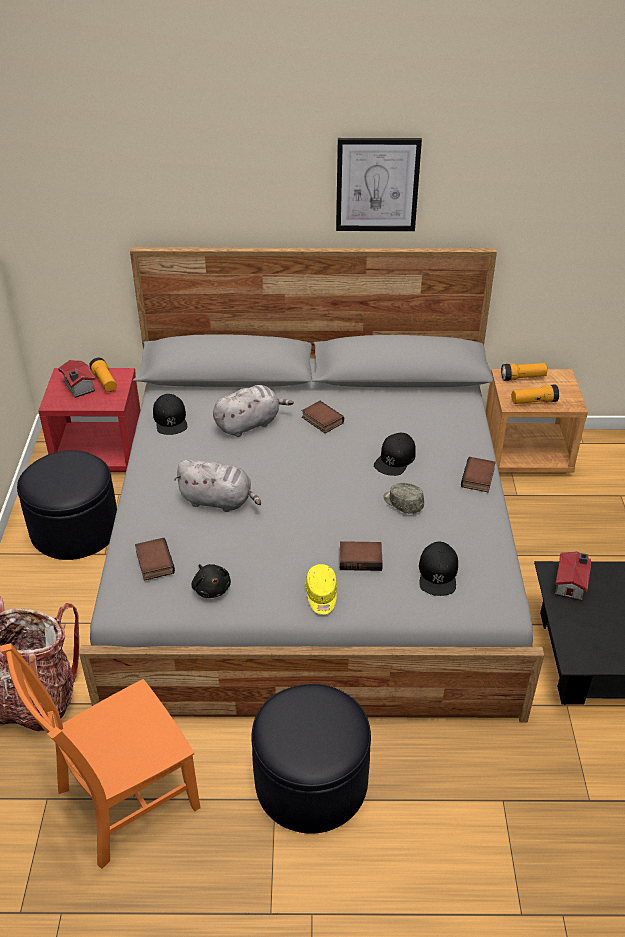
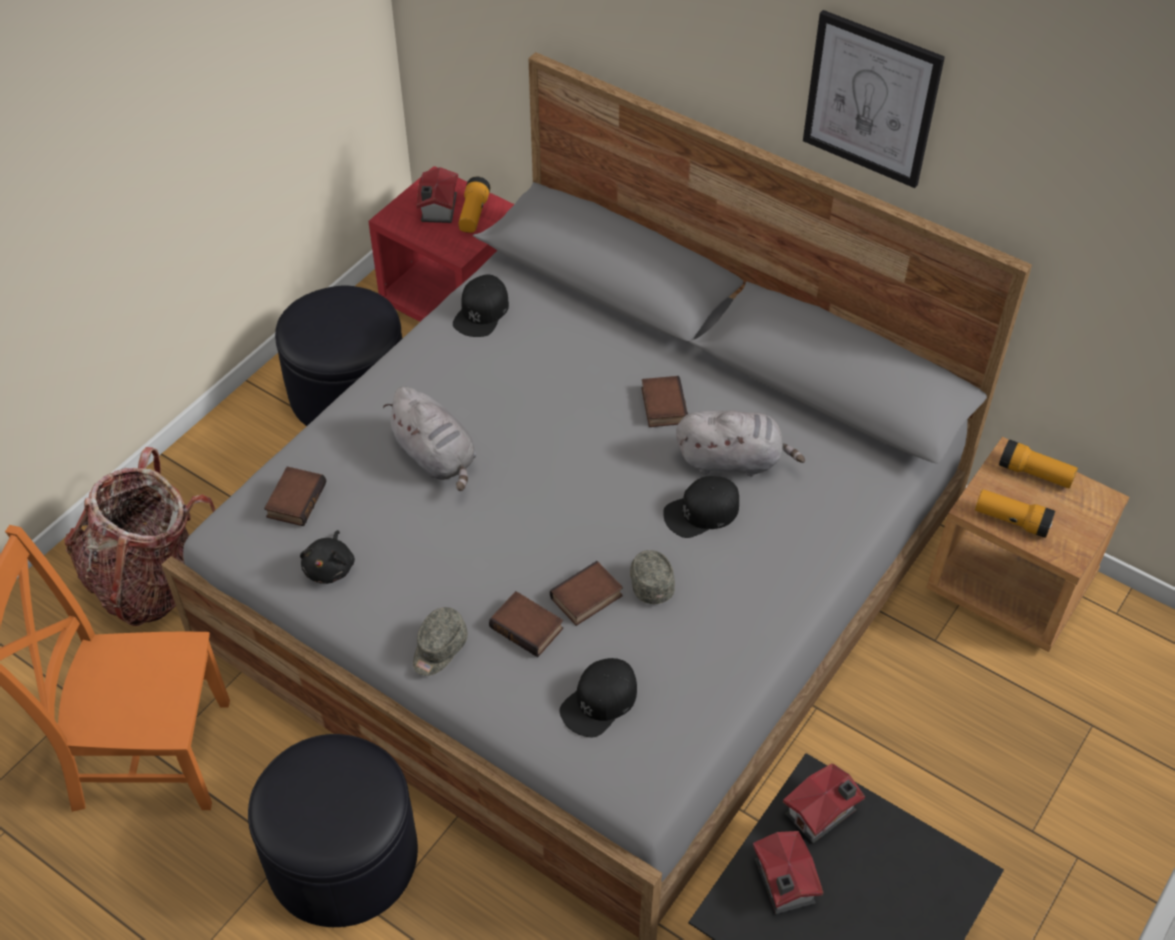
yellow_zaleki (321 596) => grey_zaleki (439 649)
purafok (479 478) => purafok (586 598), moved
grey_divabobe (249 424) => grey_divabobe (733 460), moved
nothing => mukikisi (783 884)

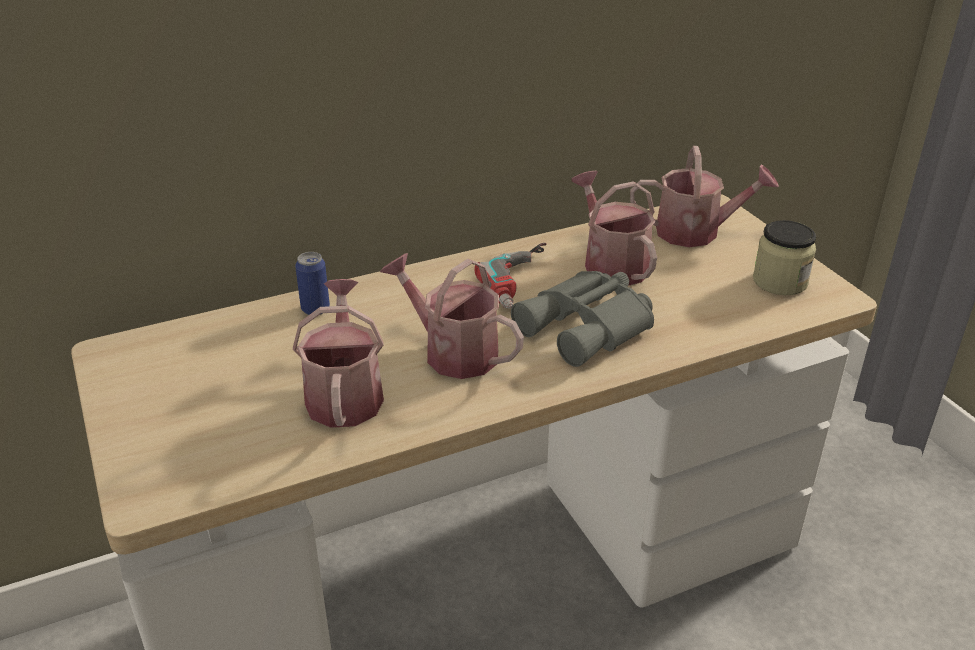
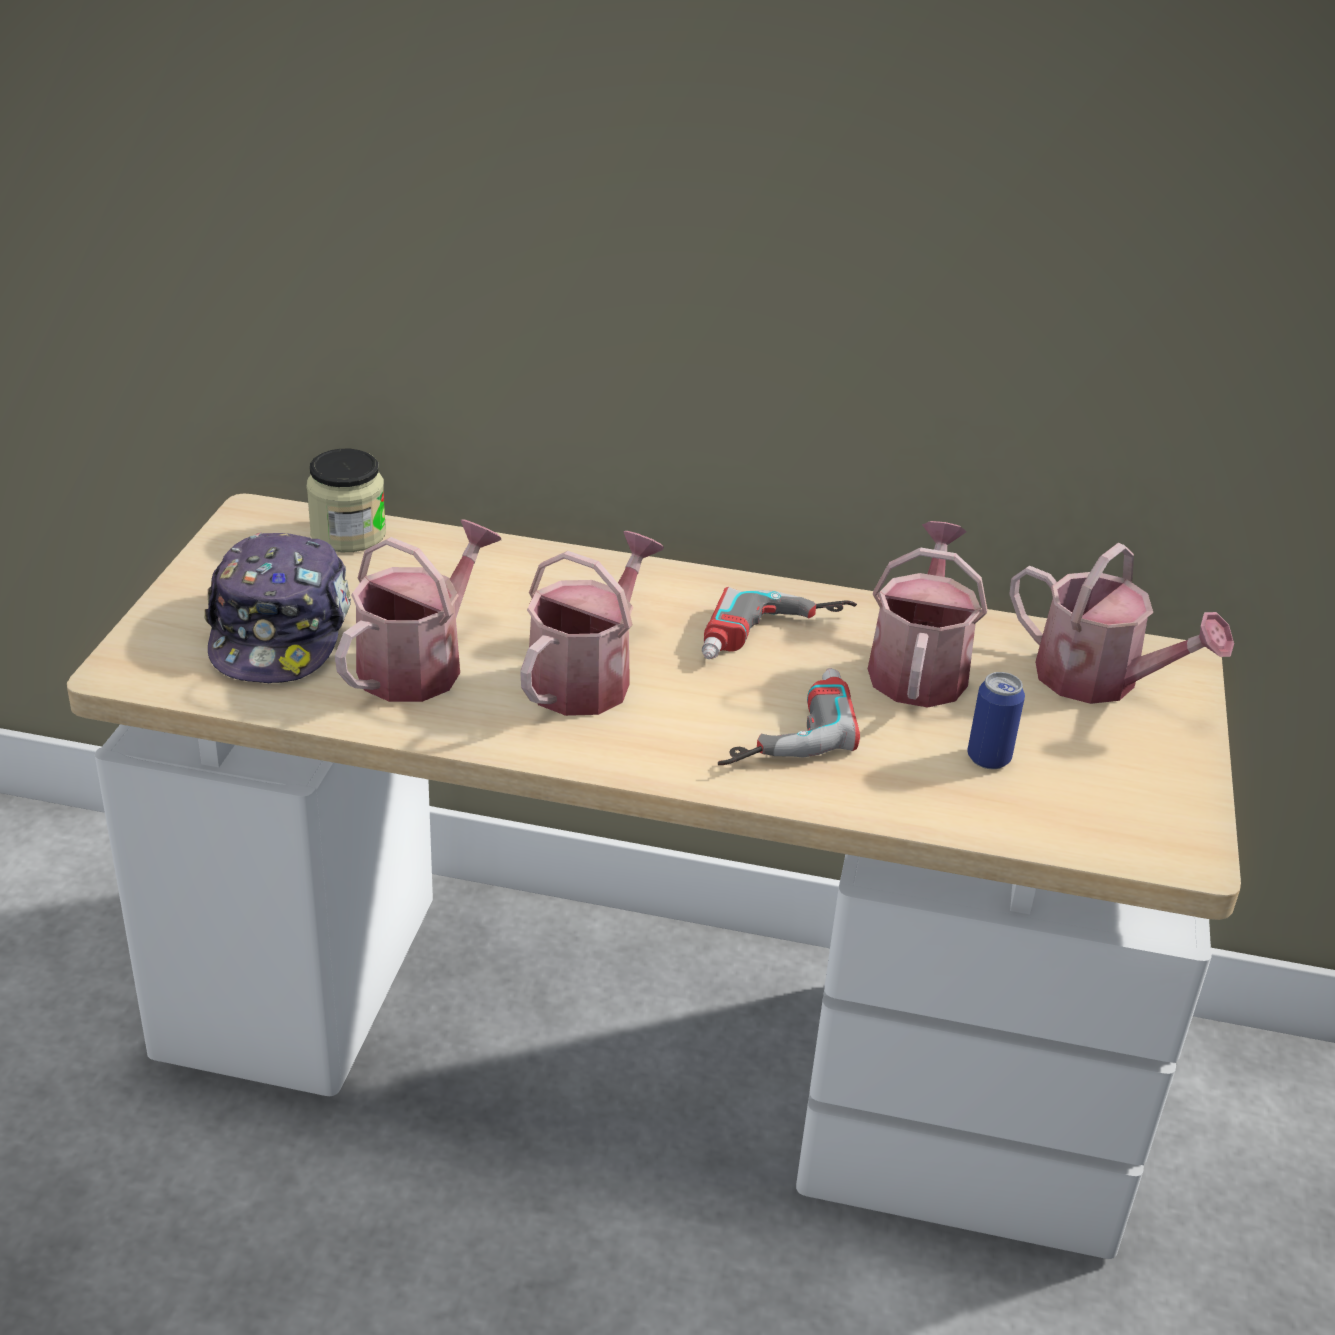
nothing => zaleki (280 632)
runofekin (780 281) => runofekin (348 534), moved
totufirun (453 351) => totufirun (587 677), 45 degrees clockwise
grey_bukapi (589 327) => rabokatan (781 727)
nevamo (315 309) => nevamo (988 758), moved

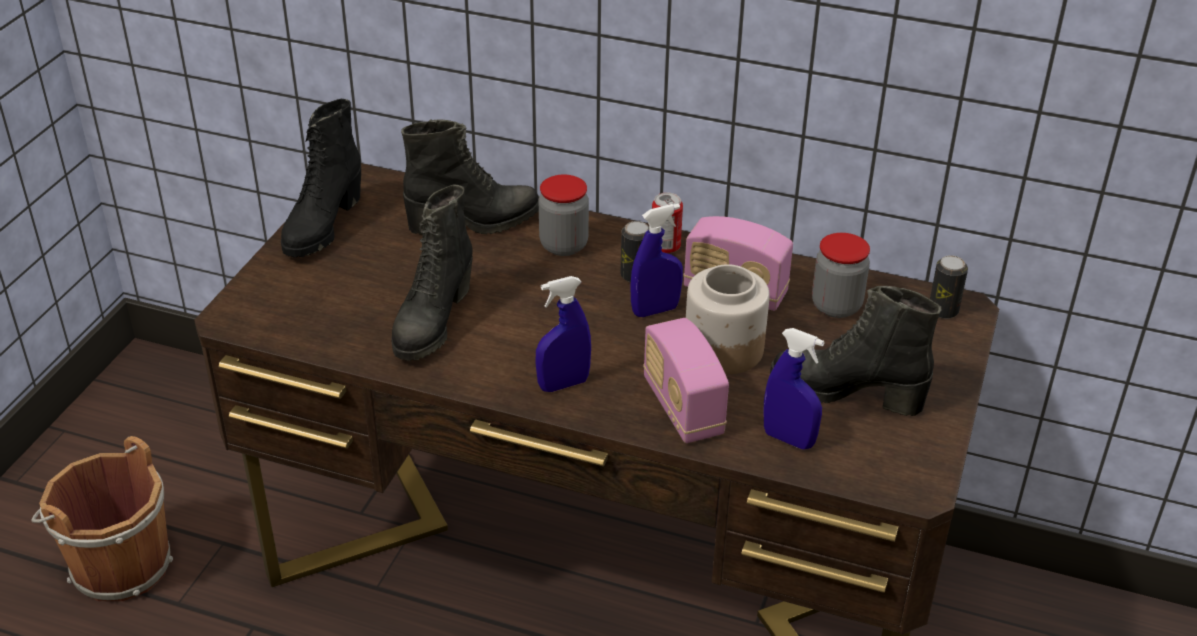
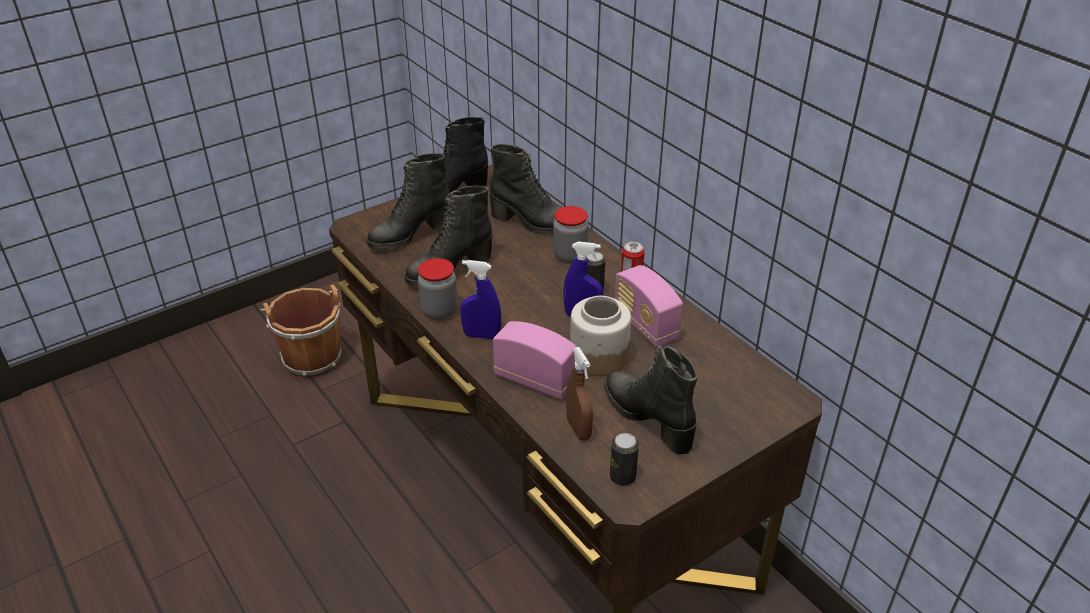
nothing => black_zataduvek (409 235)
runofekin (836 306) => runofekin (439 311), moved
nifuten (682 408) => nifuten (535 380), 105 degrees clockwise
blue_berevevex (788 439) => brown_berevevex (578 429)
nevamo (943 311) => nevamo (622 477), moved

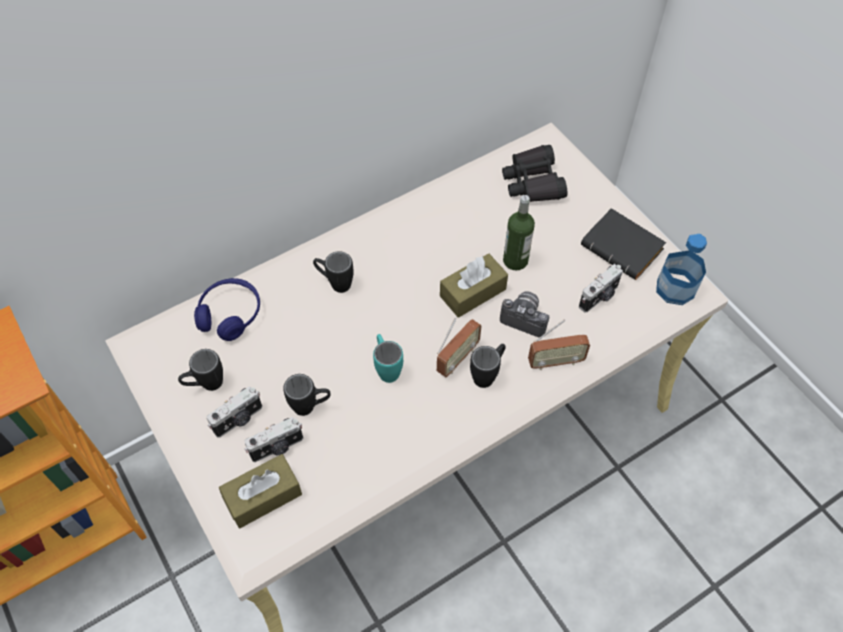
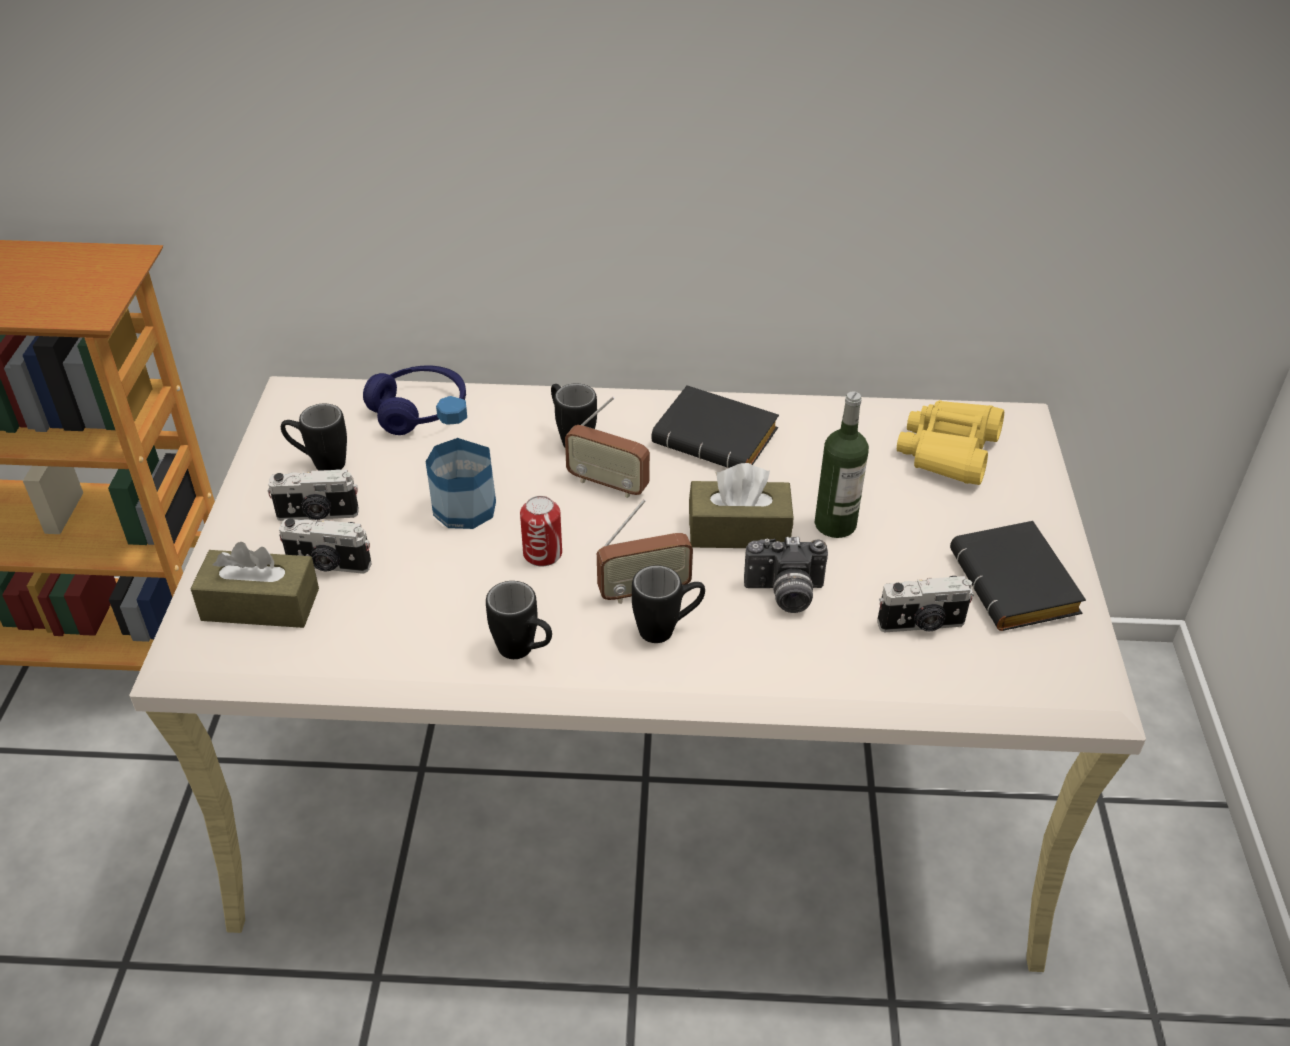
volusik (675 288) => volusik (464 508), moved
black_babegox (310 406) => black_babegox (524 652), moved
turquoise_babegox (386 368) => nevamo (542 554)
nifuten (555 362) => nifuten (608 484), moved
nothing => black_purafok (719 438)
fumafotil (525 318) => fumafotil (784 594), 120 degrees clockwise
black_bukapi (533 182) => yellow_bukapi (948 451)

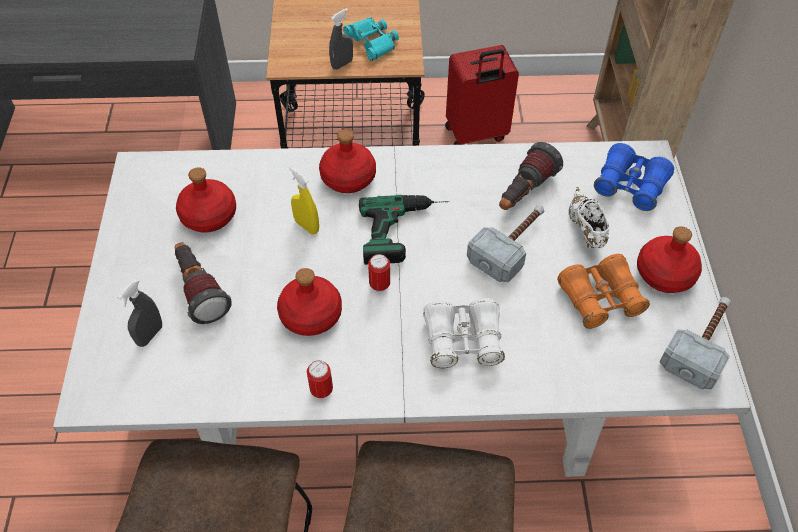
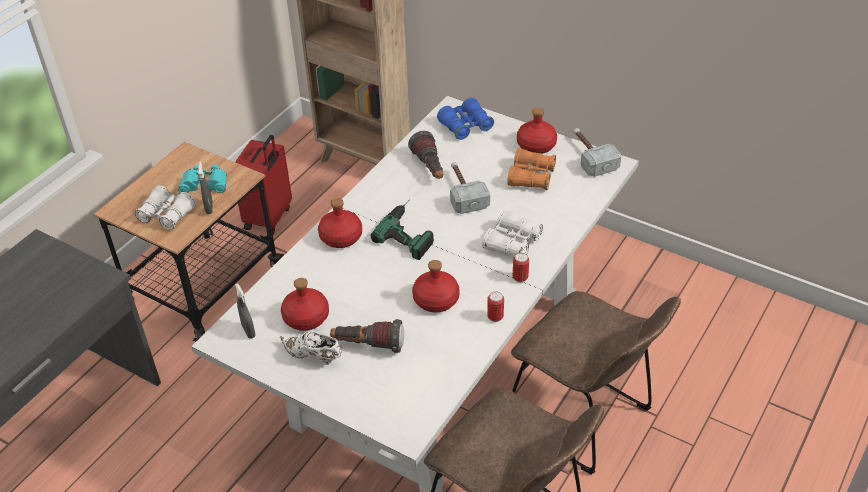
nothing => white_bukapi (167 215)
grey_berevevex (150 335) => grey_berevevex (248 331), moved
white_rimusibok (585 230) => white_rimusibok (313 357), moved
nevamo (379 284) => nevamo (520 278), moved
yellow_berevevex (306 226) => nothing

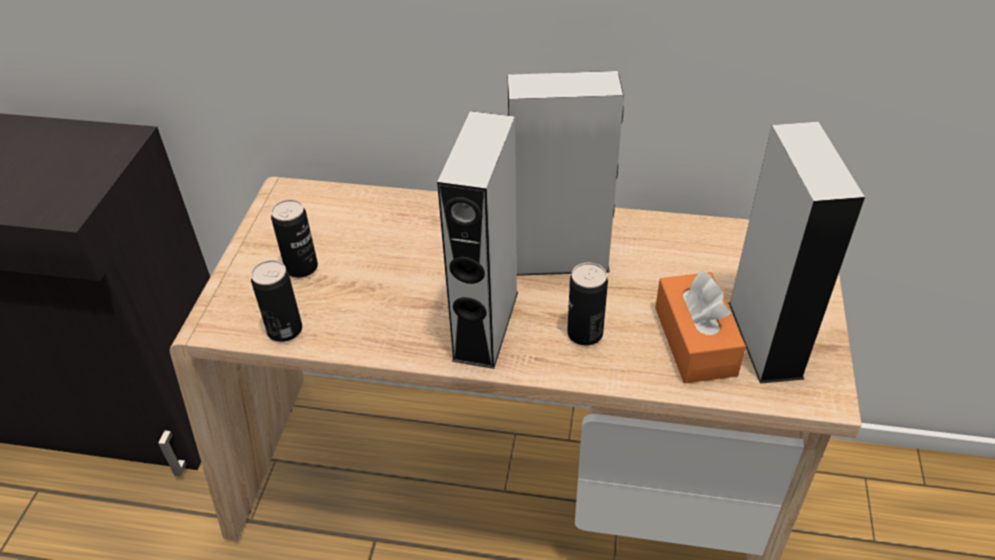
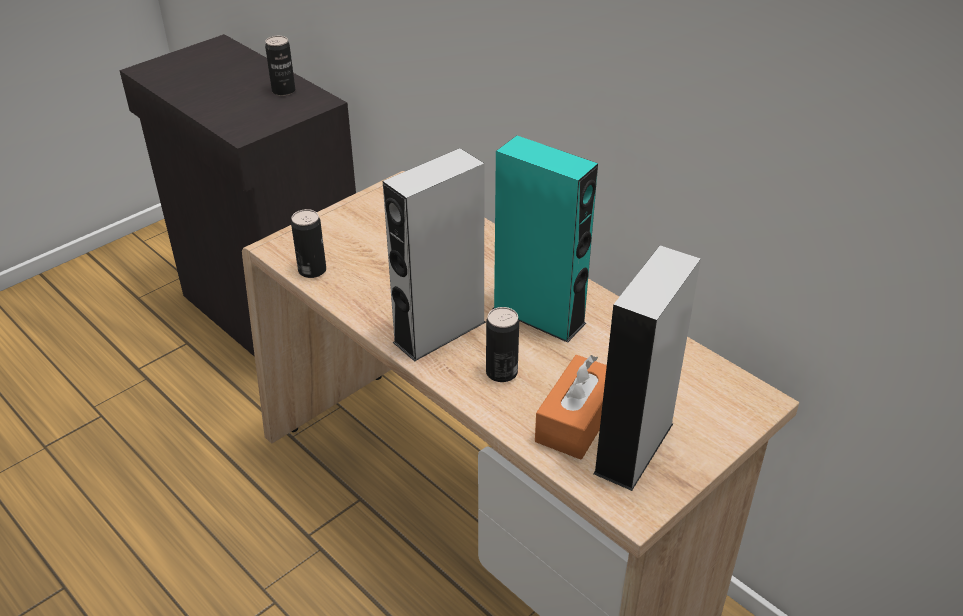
nevamo (301 267) => nevamo (283 91), moved
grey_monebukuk (558 260) => turquoise_monebukuk (539 316)

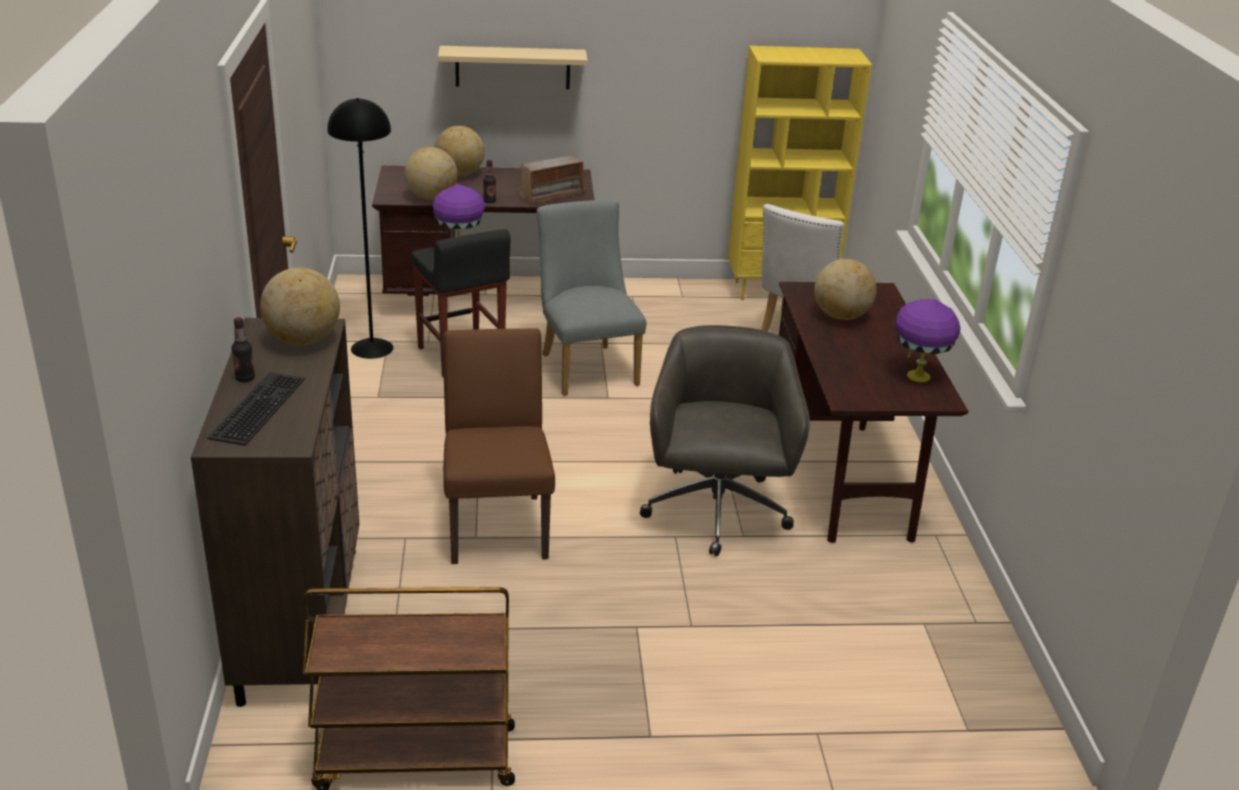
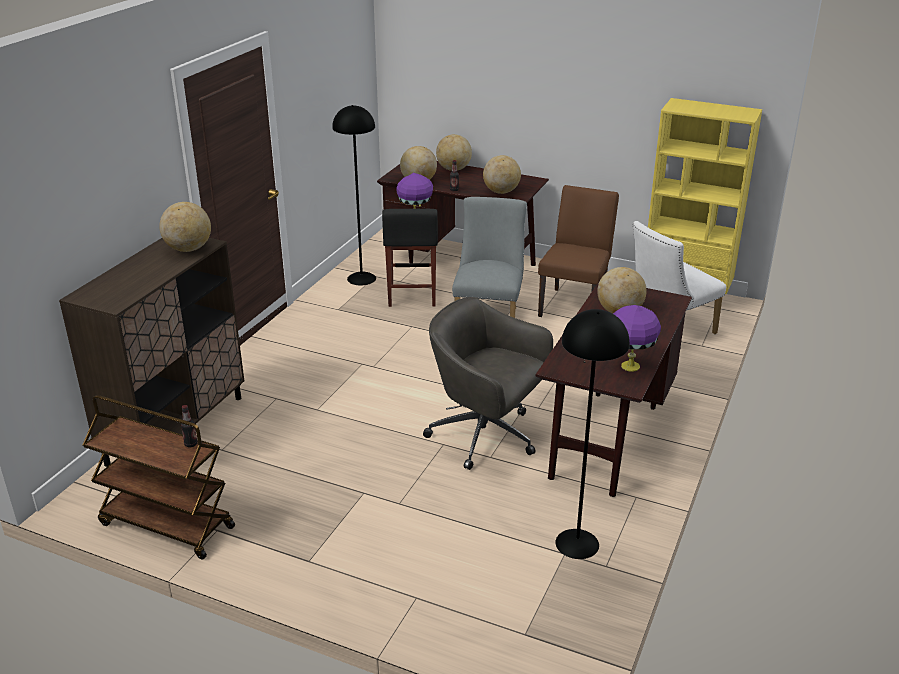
volusik (245 378) => volusik (191 444), moved
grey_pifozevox (715 512) => grey_pifozevox (486 436), 90 degrees counterclockwise
nifuten (551 195) => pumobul (501 192)
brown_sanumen (496 522) => brown_sanumen (574 304), moved
nothing => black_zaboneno (577 544)
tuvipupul (256 407) => nothing
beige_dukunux (512 67) => nothing

